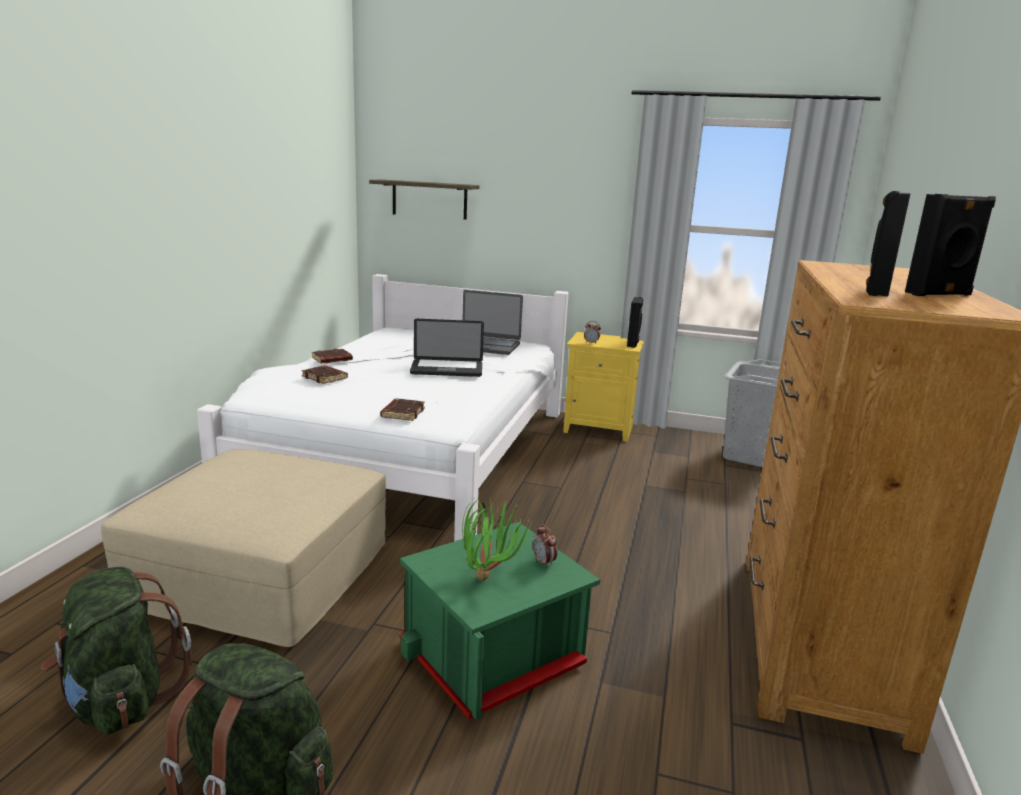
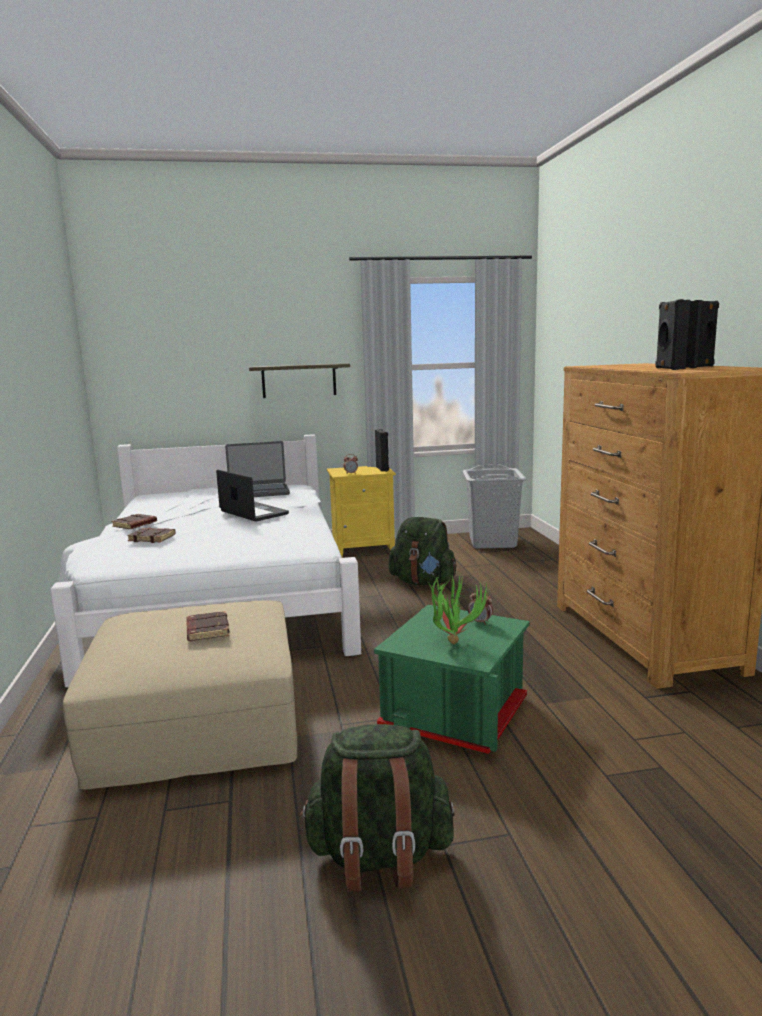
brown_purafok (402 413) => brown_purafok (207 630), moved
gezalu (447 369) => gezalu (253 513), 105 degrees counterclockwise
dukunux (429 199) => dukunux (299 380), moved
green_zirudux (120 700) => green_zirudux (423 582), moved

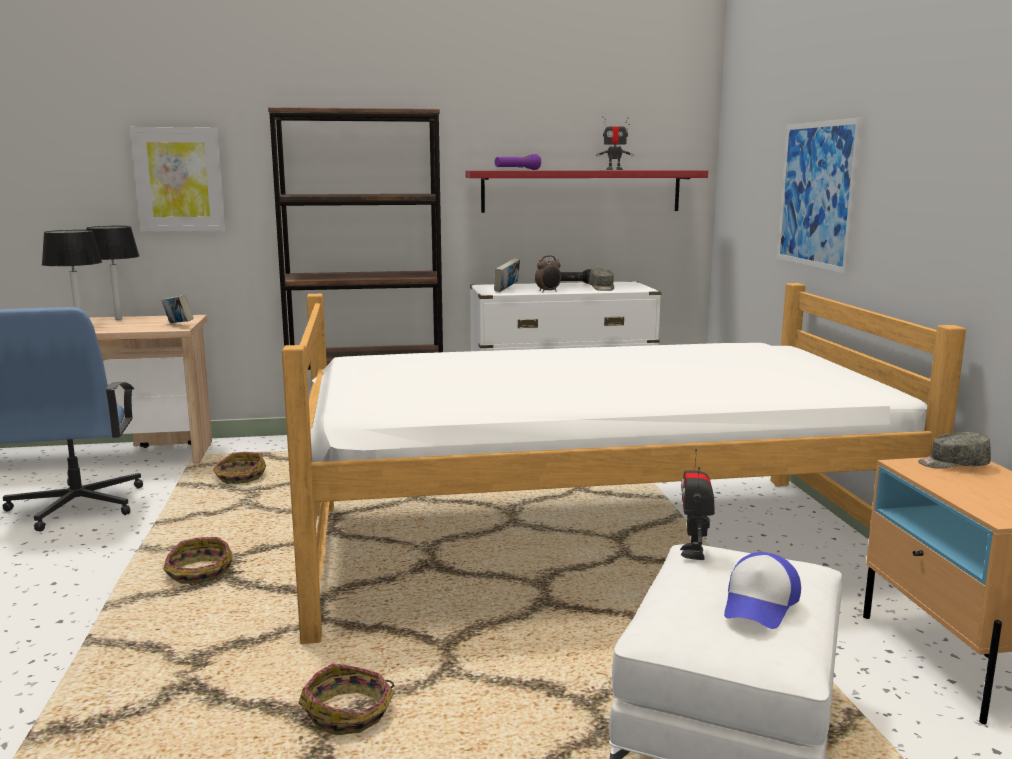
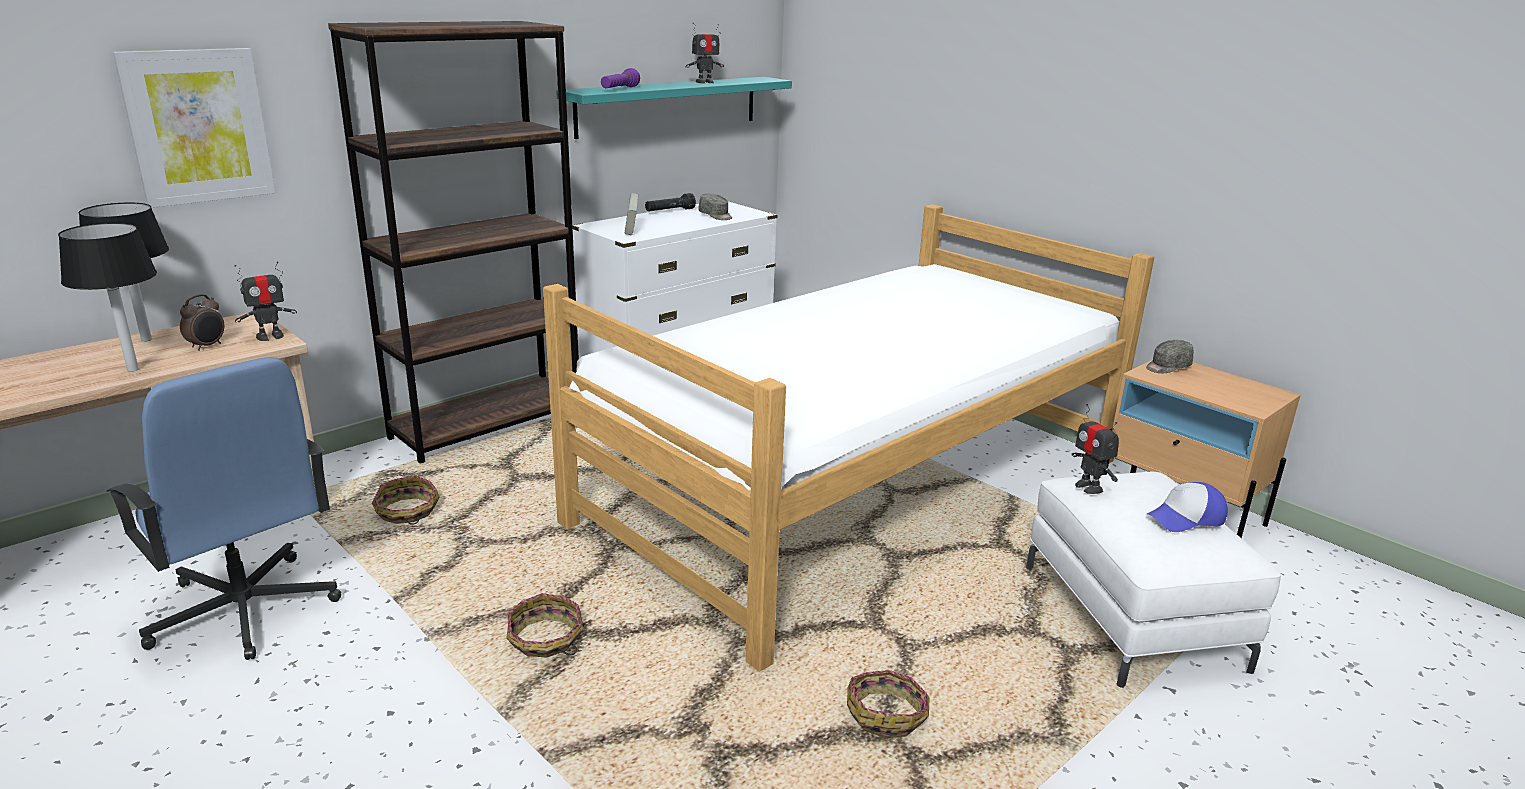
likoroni (548 291) => likoroni (207 346), moved
purafok (178 325) => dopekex (270 336)
red_dukunux (581 191) => turquoise_dukunux (669 106)
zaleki (760 604) => zaleki (1186 518), 75 degrees clockwise
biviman (817 194) => nothing

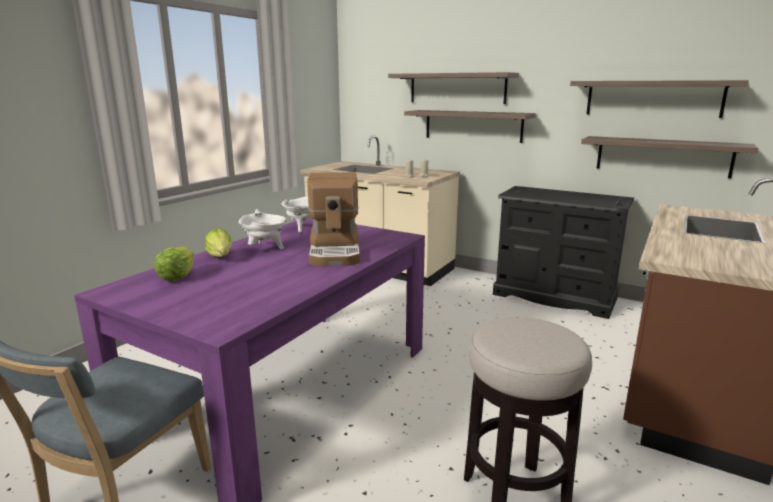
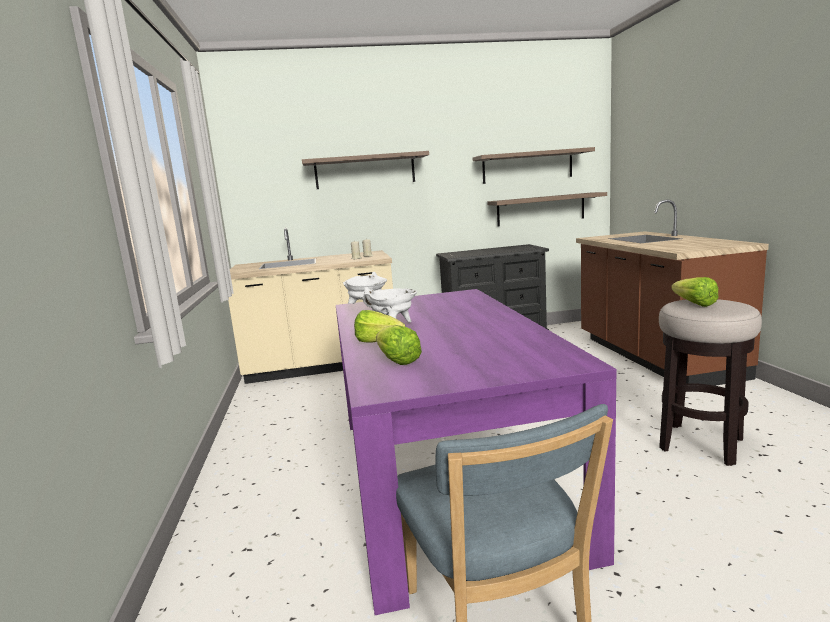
nothing => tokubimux (691 303)
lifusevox (336 251) => nothing
dukunux (473 125) => nothing

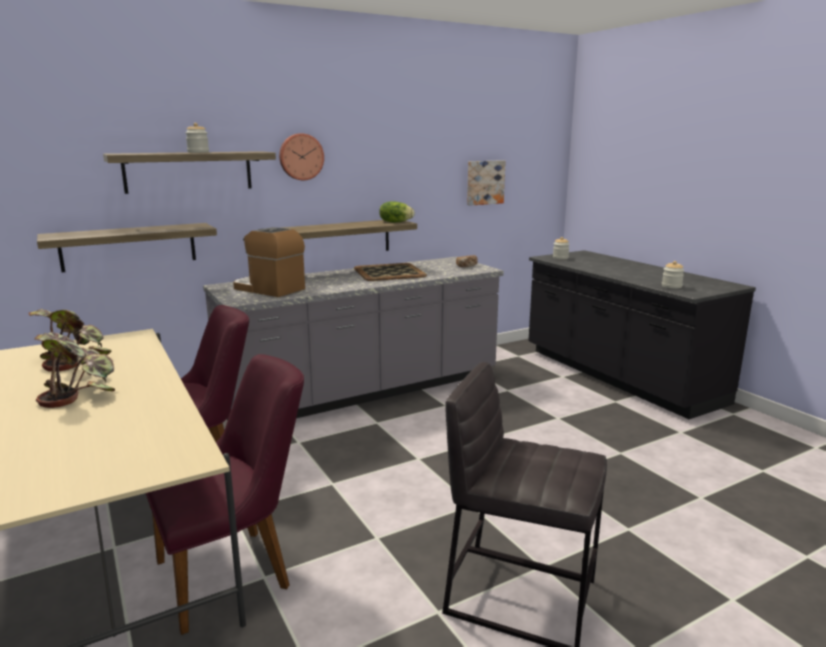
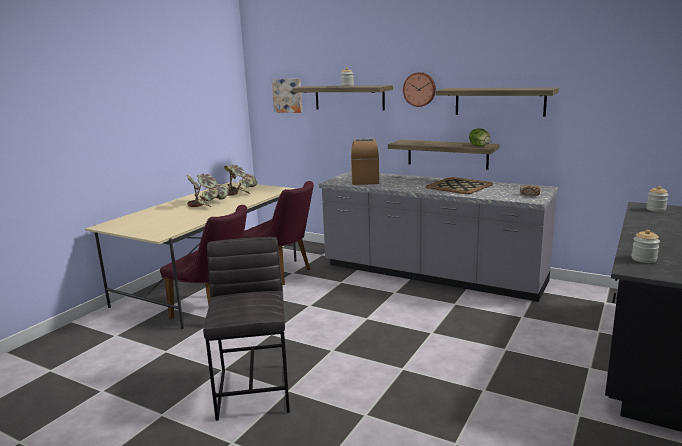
biviman (484 182) => biviman (288 95), moved
dukunux (129 247) => dukunux (499 101), moved

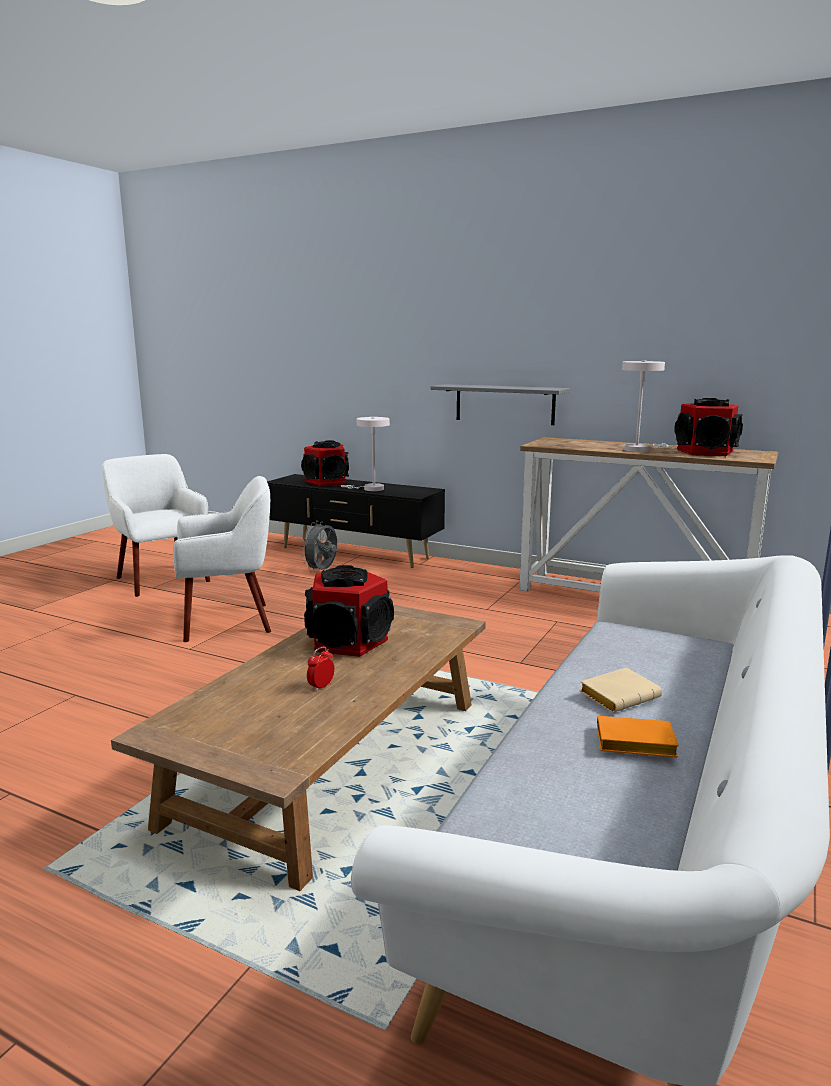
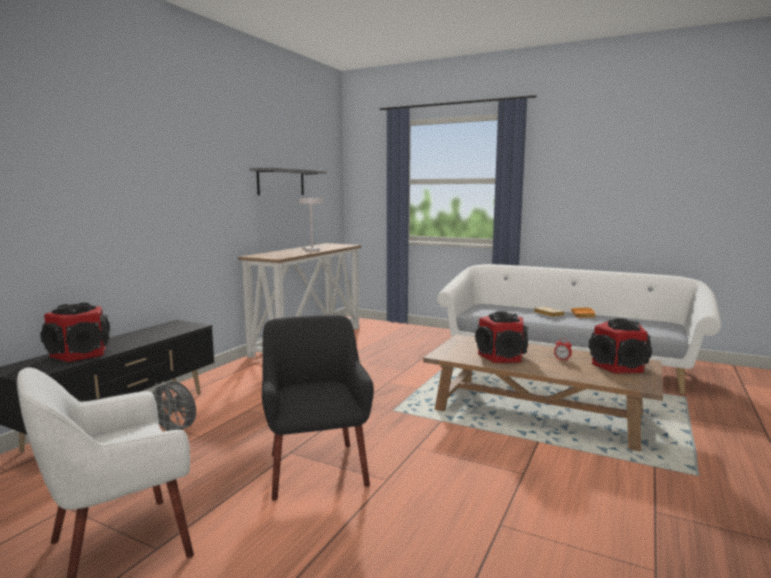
grey_dukunux (504 404) => grey_dukunux (281 182), moved
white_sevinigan (228 621) => black_sevinigan (316 468)
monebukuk (706 452) => monebukuk (617 366), moved
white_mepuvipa (370 489) => nothing

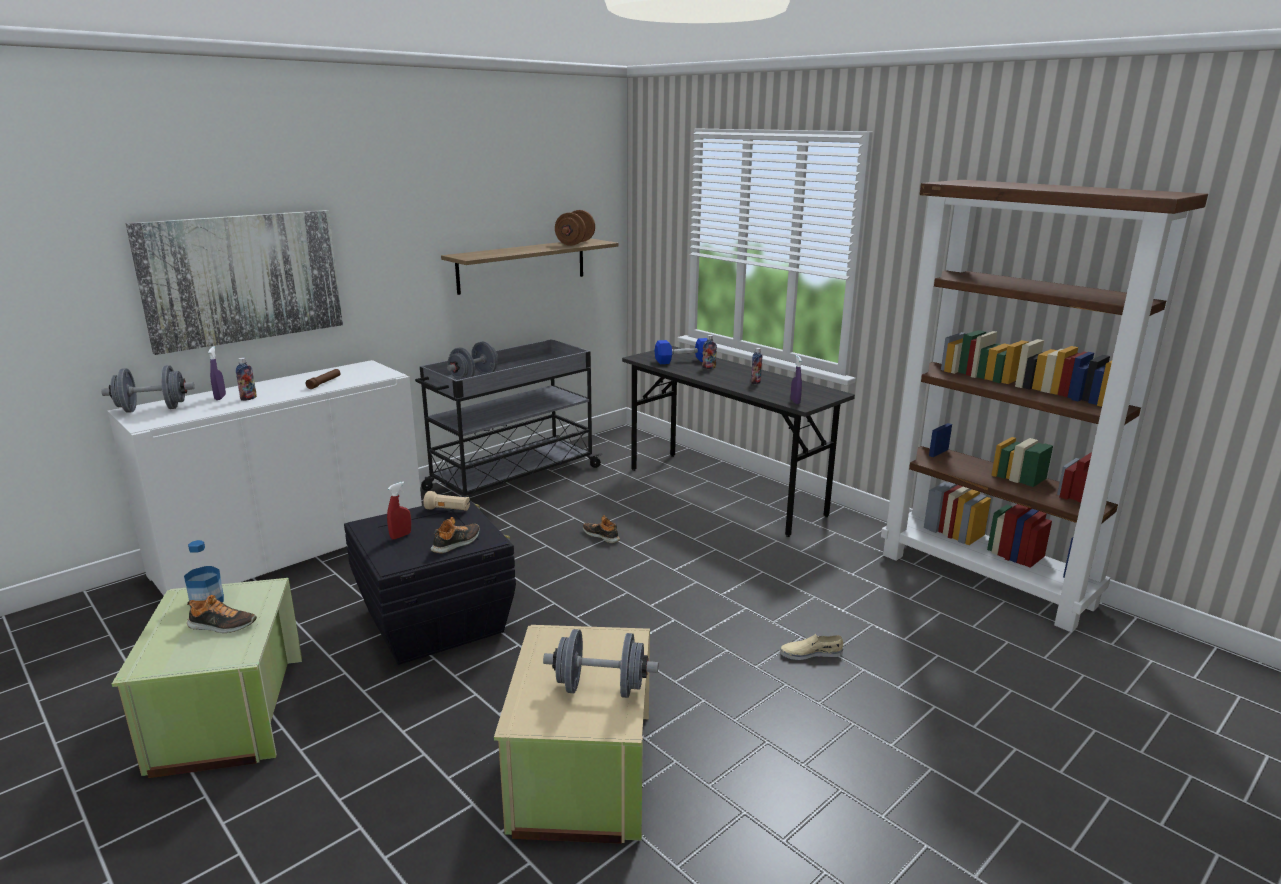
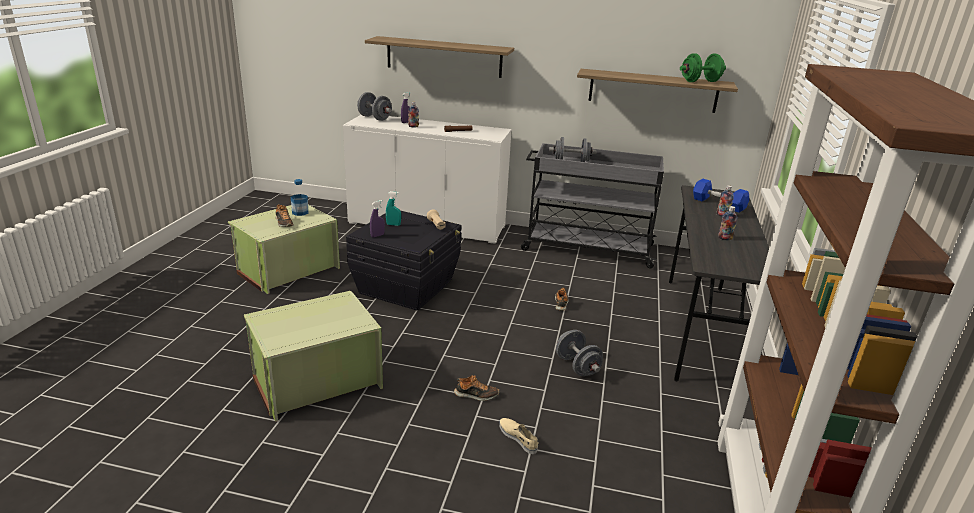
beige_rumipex (579 772) => green_rumipex (316 381)
biviman (243 278) => dukunux (444 57)
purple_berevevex (795 401) => purple_berevevex (377 235), moved
red_berevevex (401 536) => turquoise_berevevex (393 225)
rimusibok (457 543) => rimusibok (476 395), moved
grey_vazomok (600 688) => grey_vazomok (577 366), moved
brown_vazomok (575 243) => green_vazomok (700 81)

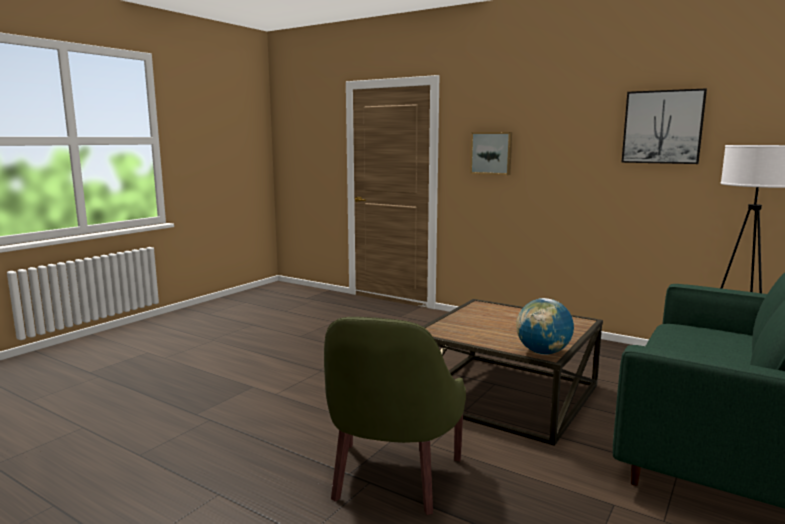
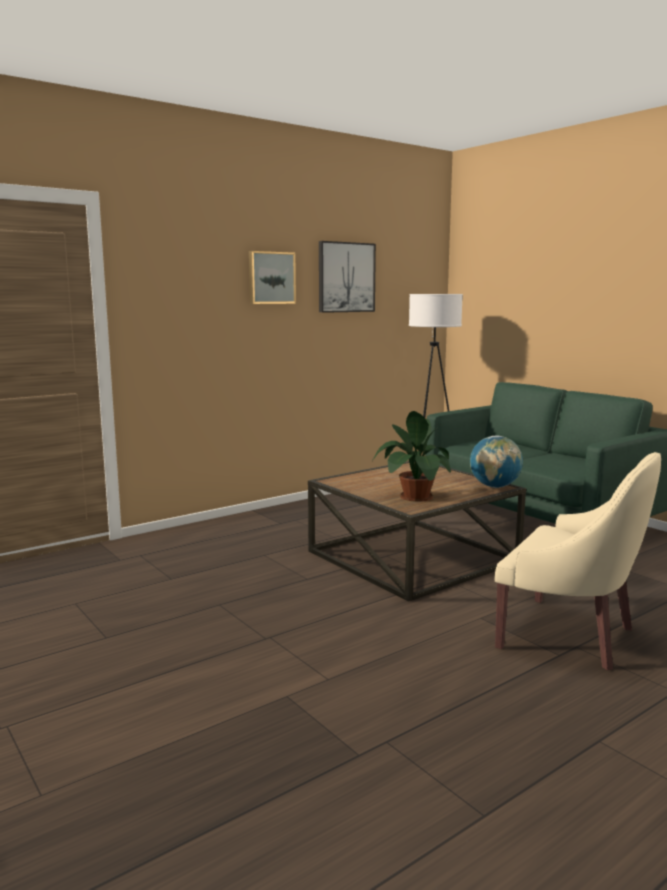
biviman (491 153) => biviman (271 278), moved
nothing => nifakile (414 497)
green_sevinigan (391 478) => beige_sevinigan (570 635)

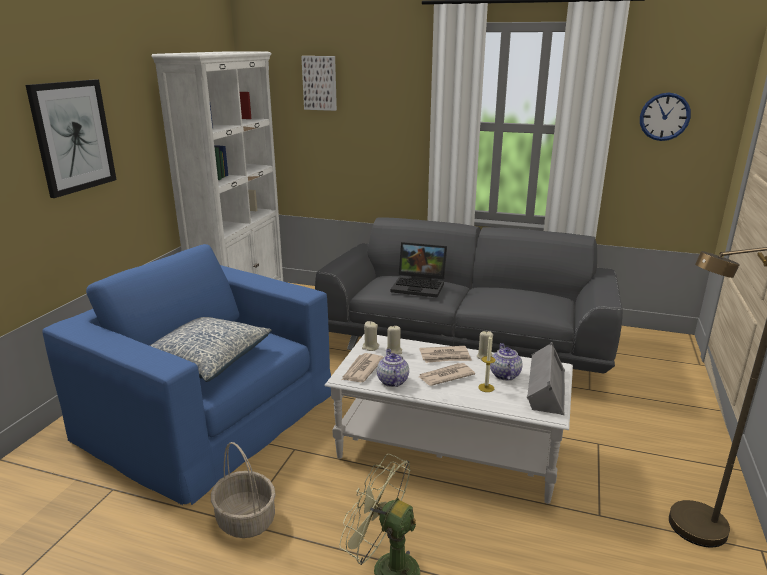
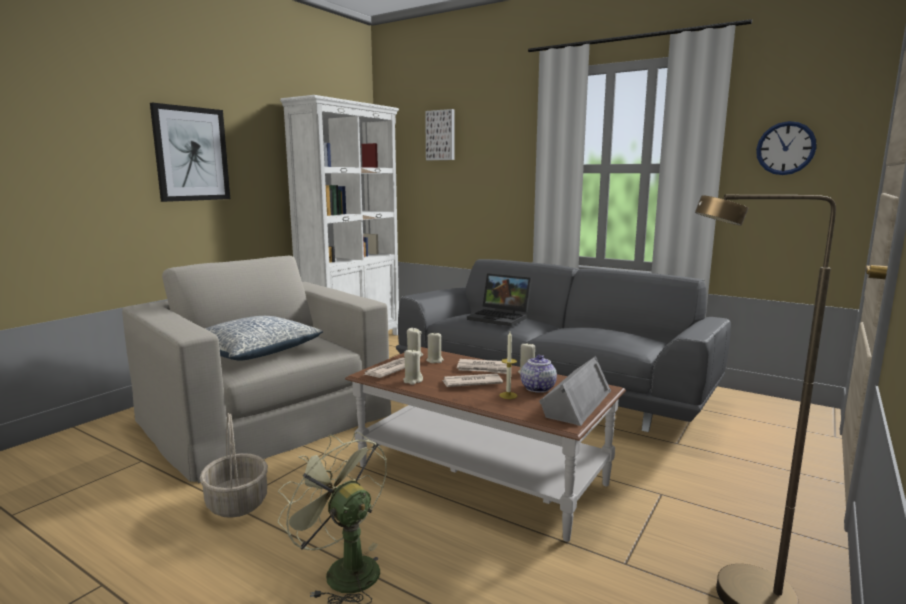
blue_sevinigan (208 414) => beige_sevinigan (265 416)
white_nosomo (448 449) => brown_nosomo (480 475)
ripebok (392 381) => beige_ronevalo (412 381)

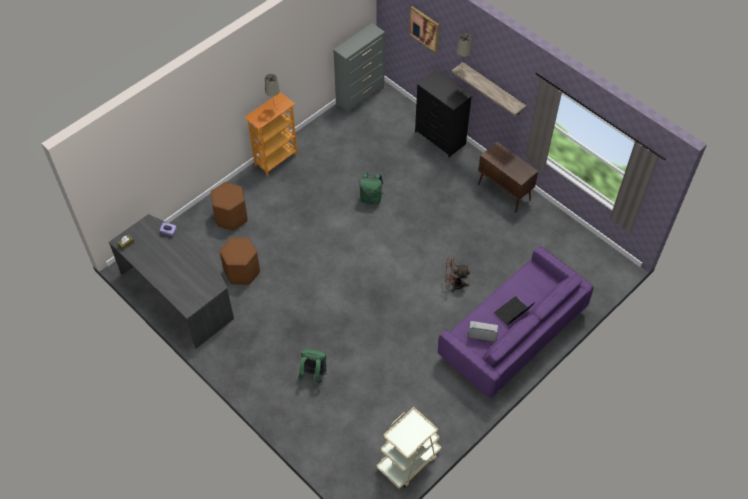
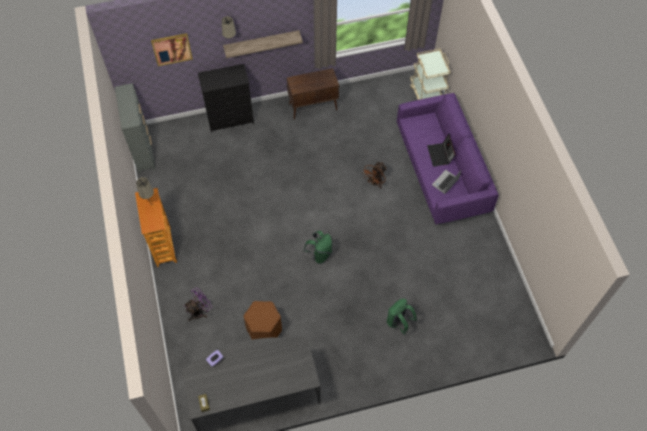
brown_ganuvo (231 217) => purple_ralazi (200 311)
green_zirudux (371 198) => green_zirudux (320 254), moved
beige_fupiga (408 460) => beige_fupiga (427 96), moved

